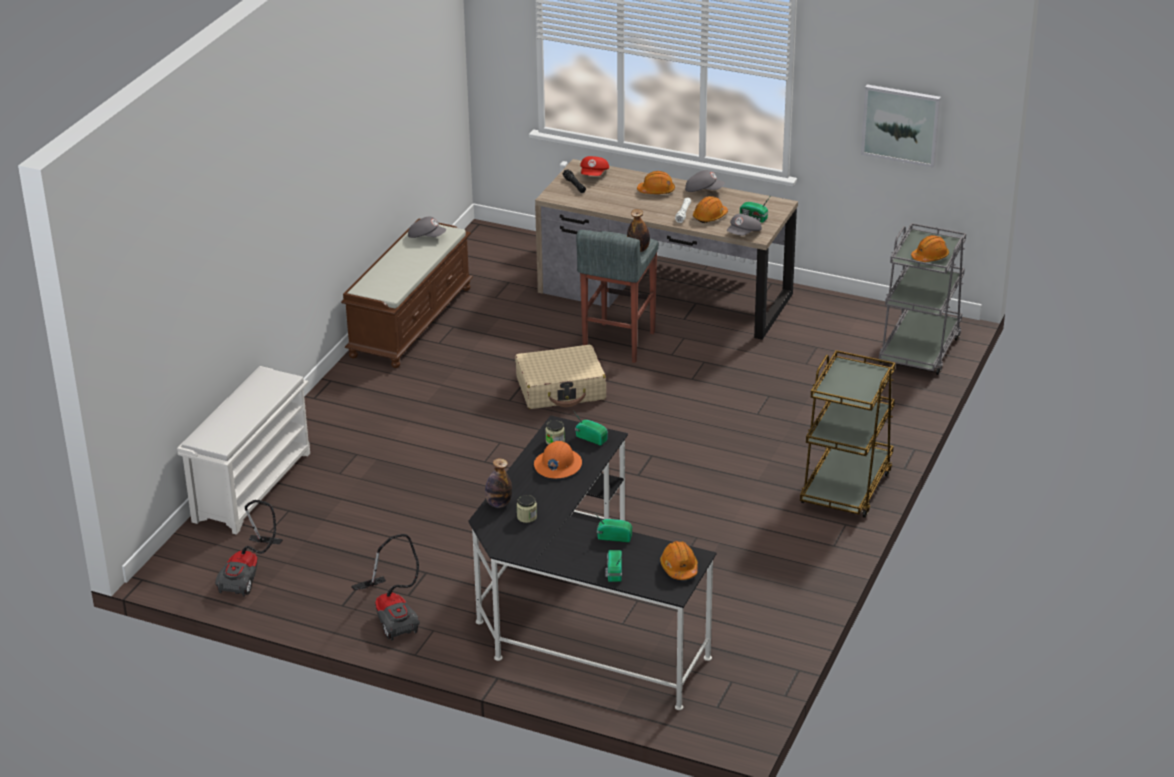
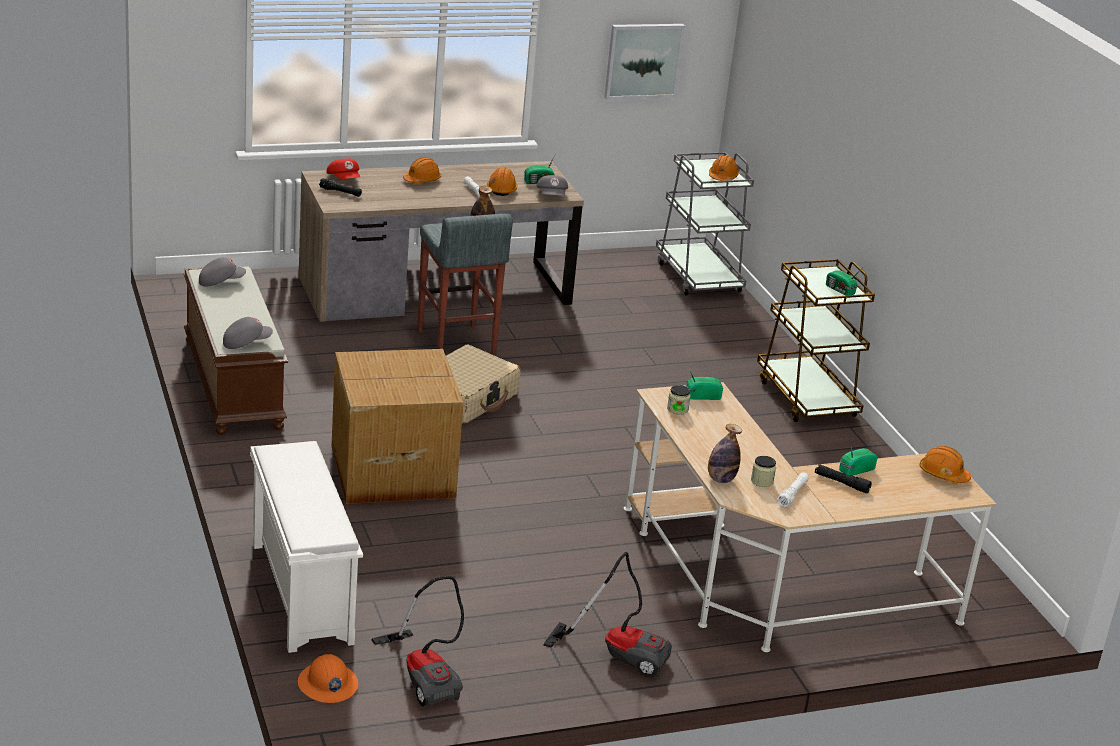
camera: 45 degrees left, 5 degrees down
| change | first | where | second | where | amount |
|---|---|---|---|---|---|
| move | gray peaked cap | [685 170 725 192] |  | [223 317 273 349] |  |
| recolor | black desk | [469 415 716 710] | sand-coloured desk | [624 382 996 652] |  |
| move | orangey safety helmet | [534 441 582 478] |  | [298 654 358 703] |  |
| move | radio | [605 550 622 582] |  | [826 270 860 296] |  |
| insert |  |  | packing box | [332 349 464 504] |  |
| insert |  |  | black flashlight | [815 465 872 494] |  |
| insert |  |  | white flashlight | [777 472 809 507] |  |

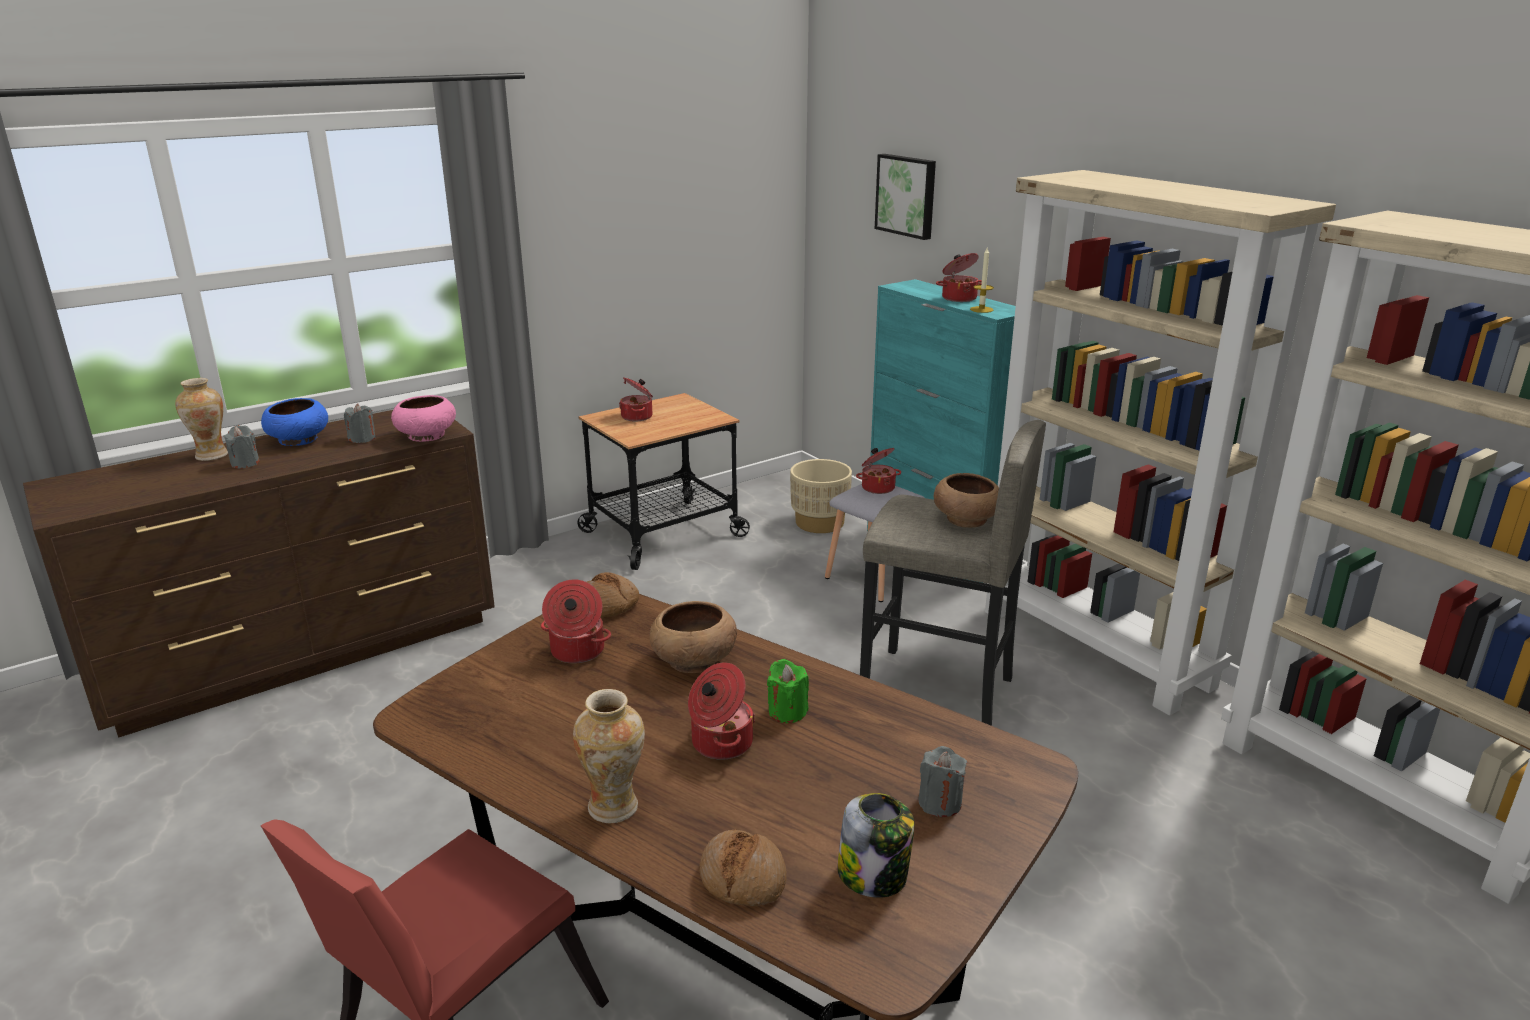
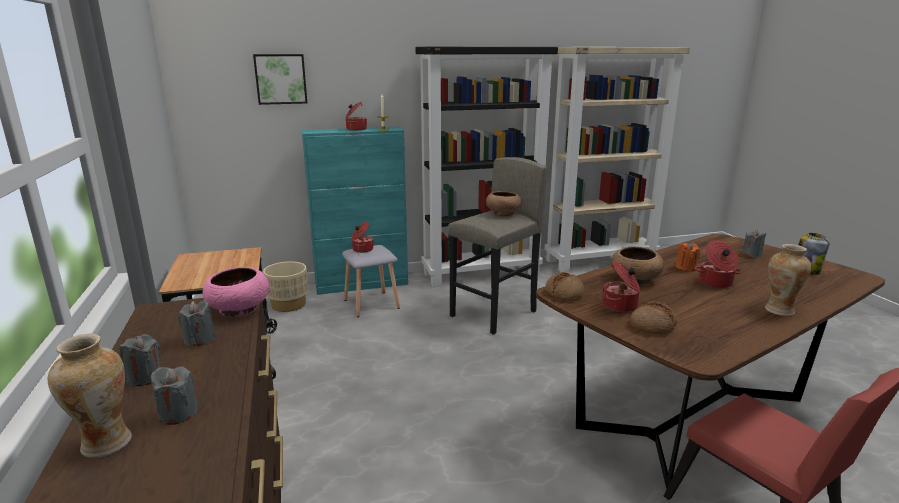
camera: 70 degrees left, 5 degrees down
| change | first | where | second | where | amount |
|---|---|---|---|---|---|
| recolor | sand-coloured bookshelf | [985 170 1336 715] | black bookshelf | [416 47 558 287] |  |
| delete | saucepot | [619 377 653 421] |  |  |  |
| replace | blue-coloured bowl | [261 398 328 446] | gray wax light | [119 334 161 386] |  |
| recolor | green-coloured wax light | [767 659 809 723] | orangey wax light | [675 242 700 271] |  |
| move | bread | [700 829 787 906] |  | [630 301 678 334] |  |

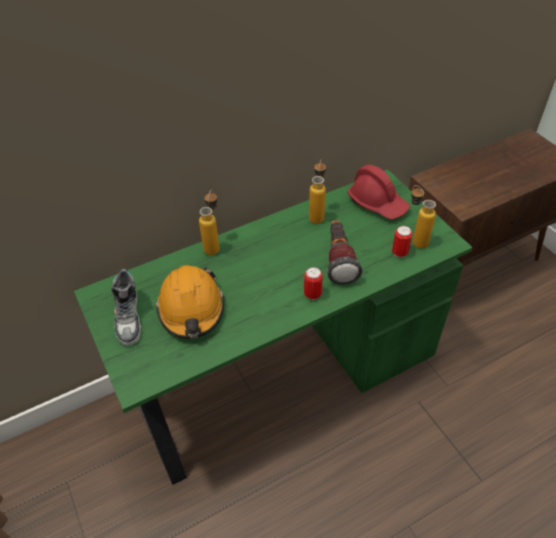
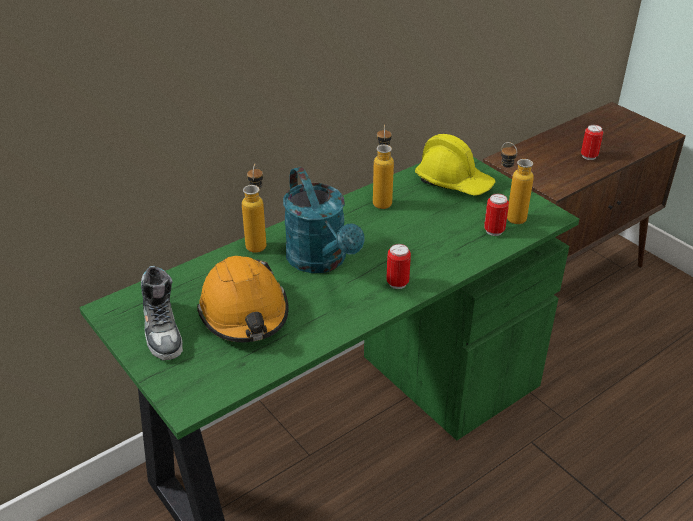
camera: 10 degrees left, 10 degrees down
| change | first | where | second | where | amount |
|---|---|---|---|---|---|
| recolor | red safety helmet | [347 165 410 219] | yellow safety helmet | [415 134 496 196] |  |
| delete | flashlight | [327 220 363 285] |  |  |  |
| insert |  |  | can | [581 125 603 160] |  |
| insert |  |  | turquoise-coloured watering pot | [283 167 364 273] |  |

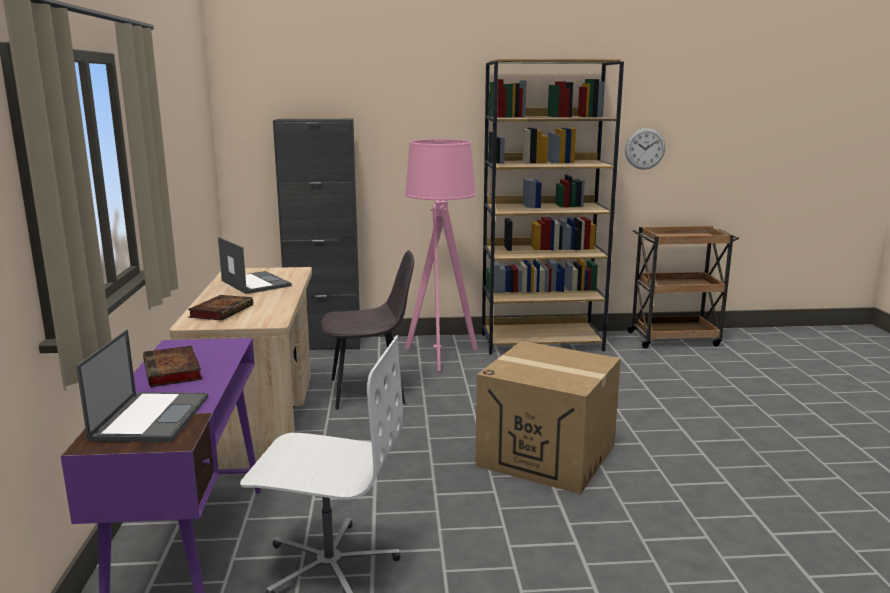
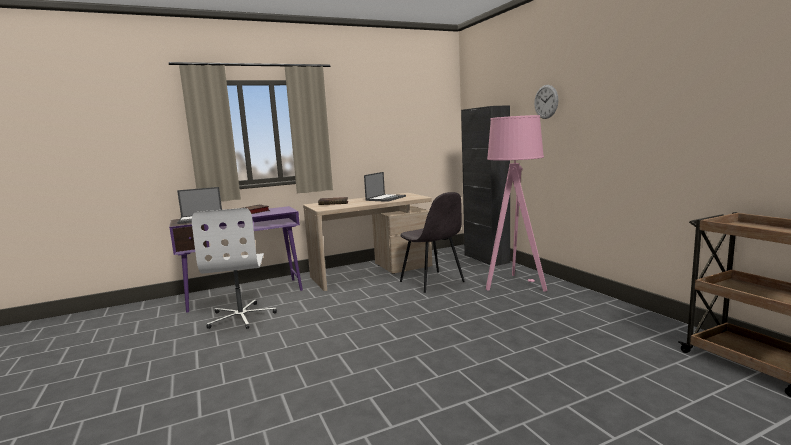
camera: 70 degrees right, 5 degrees down
| change | first | where | second | where | amount |
|---|---|---|---|---|---|
| delete | brown-coloured bookshelf | [482 59 624 354] |  |  |  |
| move | clock on the wall | [625 128 665 170] |  | [534 85 559 119] |  |
| delete | packing box | [475 341 621 494] |  |  |  |

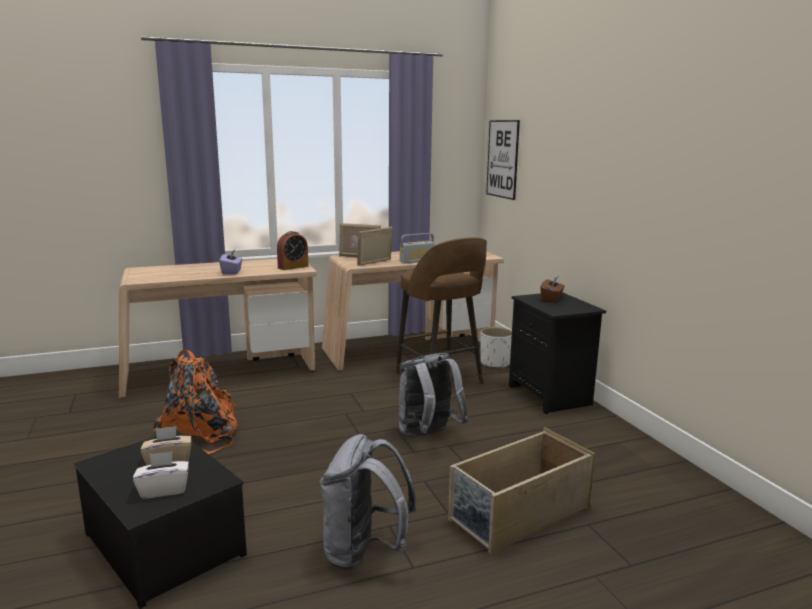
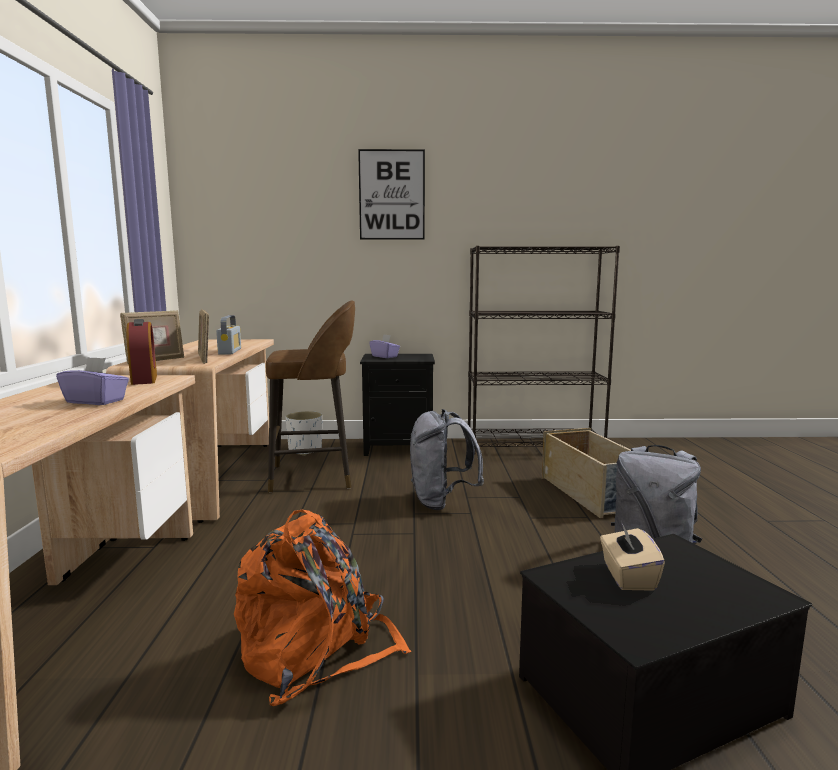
camera: 70 degrees left, 5 degrees down
| change | first | where | second | where | amount |
|---|---|---|---|---|---|
| move | picture | [486 120 520 200] |  | [358 149 425 240] |  |
| recolor | brown-coloured tissue holder | [540 276 565 302] | purplish tissue holder | [369 334 400 358] |  |
| delete | white tissue holder | [133 451 189 499] |  |  |  |
| insert |  |  | black bookshelf | [468 246 620 455] |  |

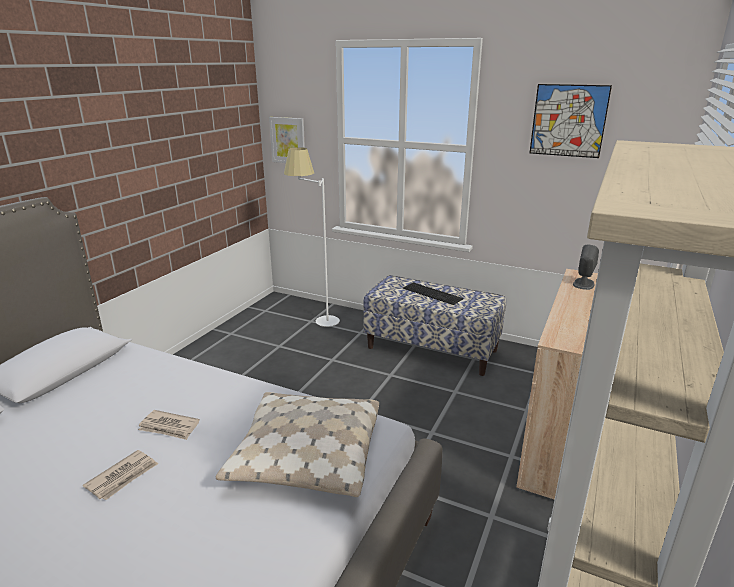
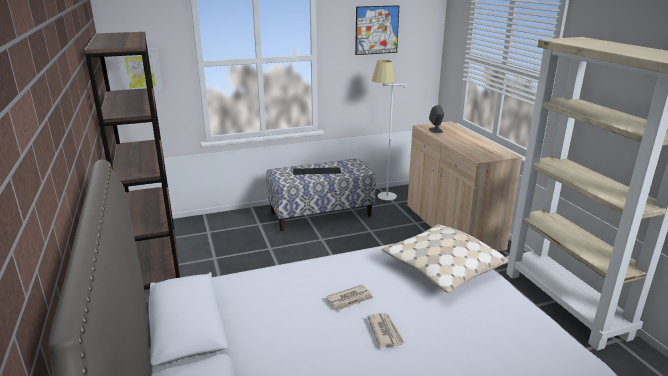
camera: 45 degrees left, 0 degrees up
| change | first | where | second | where | amount |
|---|---|---|---|---|---|
| move | white floor lamp | [284 147 340 327] |  | [372 60 406 200] |  |
| insert |  |  | brown-coloured bookshelf | [84 32 180 290] |  |

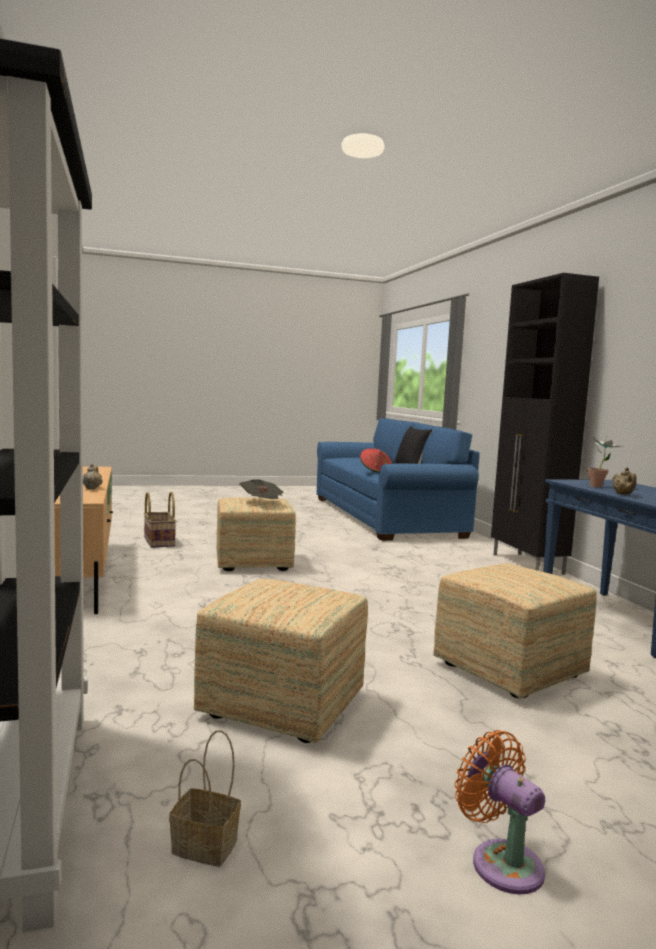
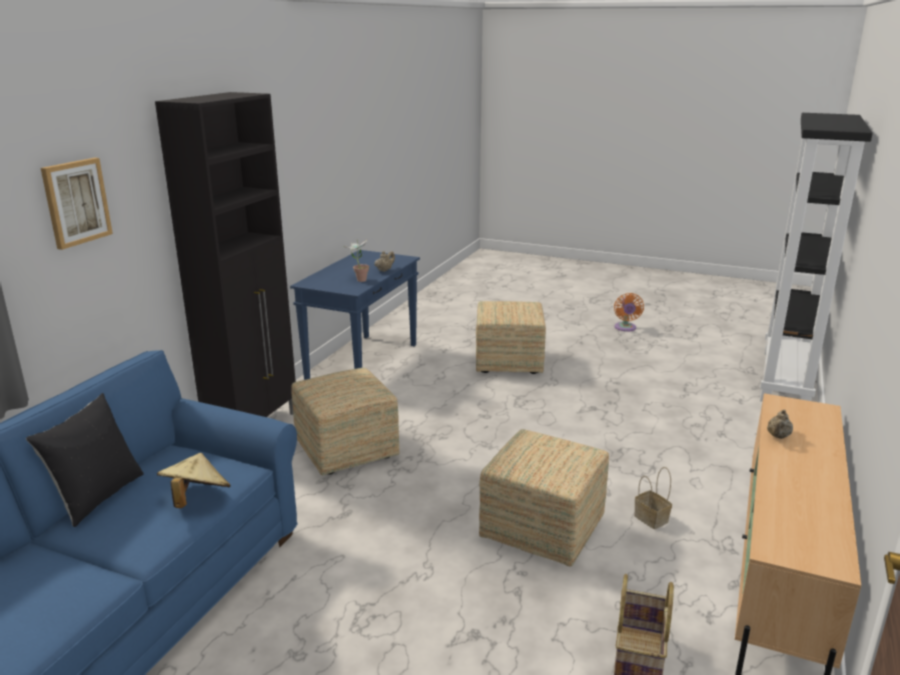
camera: 140 degrees left, 15 degrees up
| change | first | where | second | where | amount |
|---|---|---|---|---|---|
| recolor | red hat | [360 448 392 473] | sand-coloured hat | [157 453 231 508] |  |
| delete | newspaper | [239 479 283 499] |  |  |  |
| move | footrest | [194 579 368 743] |  | [291 368 399 475] |  |
| move | storage basket | [169 730 241 867] |  | [634 467 672 529] |  |
| insert |  |  | picture | [41 158 113 250] |  |

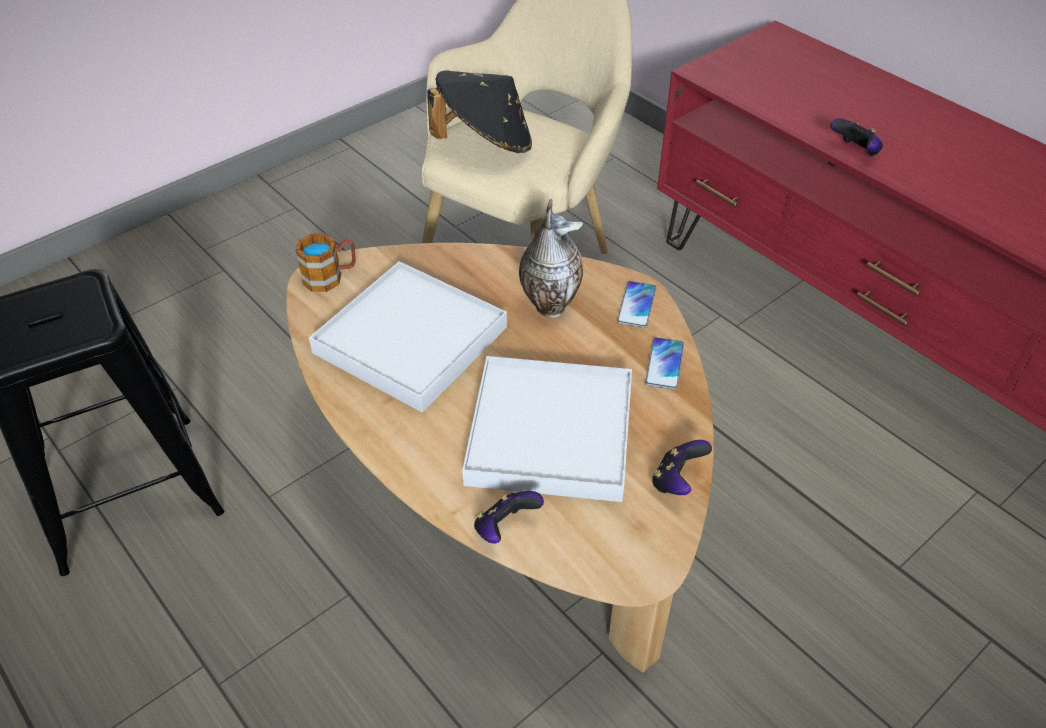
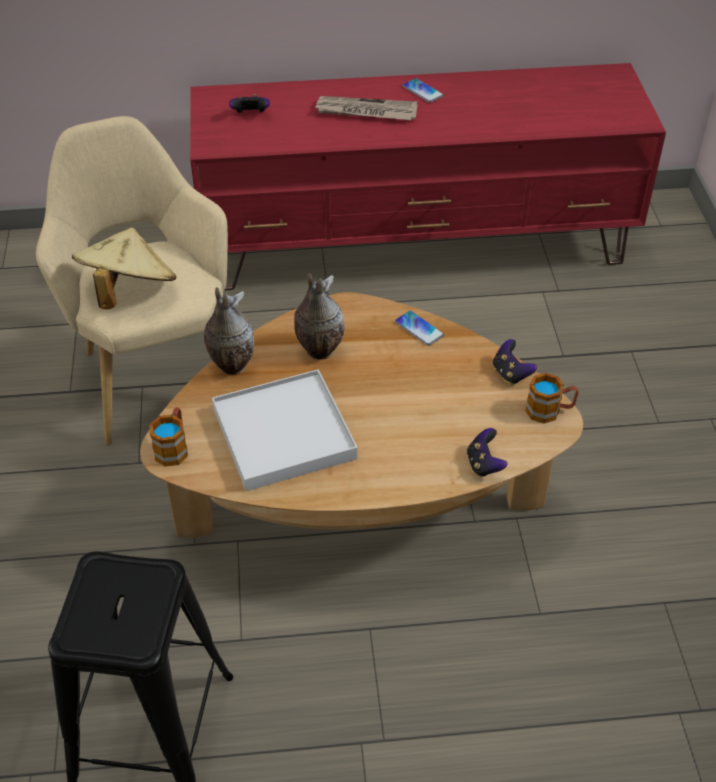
camera: 55 degrees left, 0 degrees up
| change | first | where | second | where | amount |
|---|---|---|---|---|---|
| recolor | black hat | [427 70 532 153] | sand-coloured hat | [72 227 176 310] |  |
| move | gamepad | [830 118 883 156] |  | [229 94 270 113] |  |
| move | telephone | [617 281 656 328] |  | [402 78 444 103] |  |
| delete | white serving tray | [462 356 632 502] |  |  |  |
| insert |  |  | newspaper | [314 96 418 120] |  |
| insert |  |  | vase | [204 287 254 375] |  |
| insert |  |  | mug | [526 373 579 424] |  |

